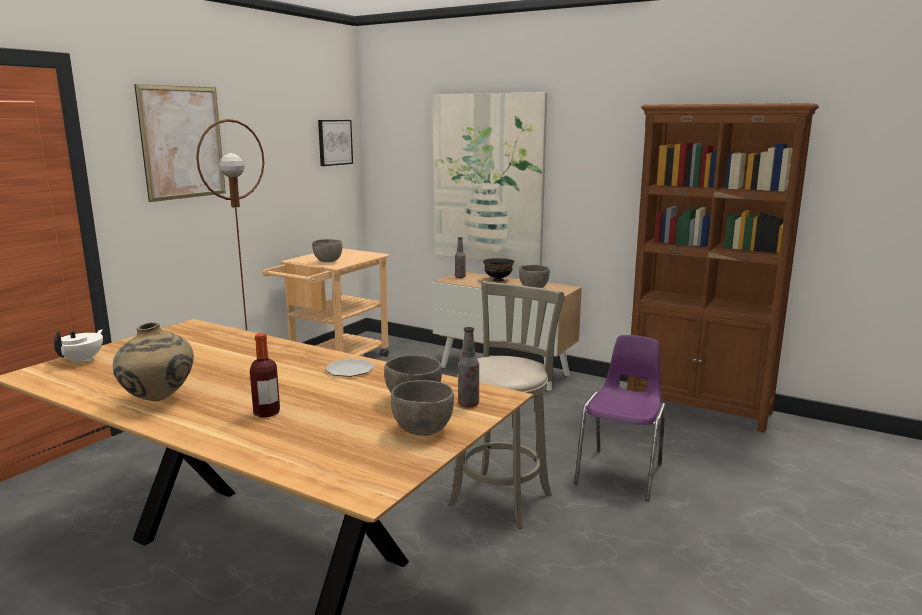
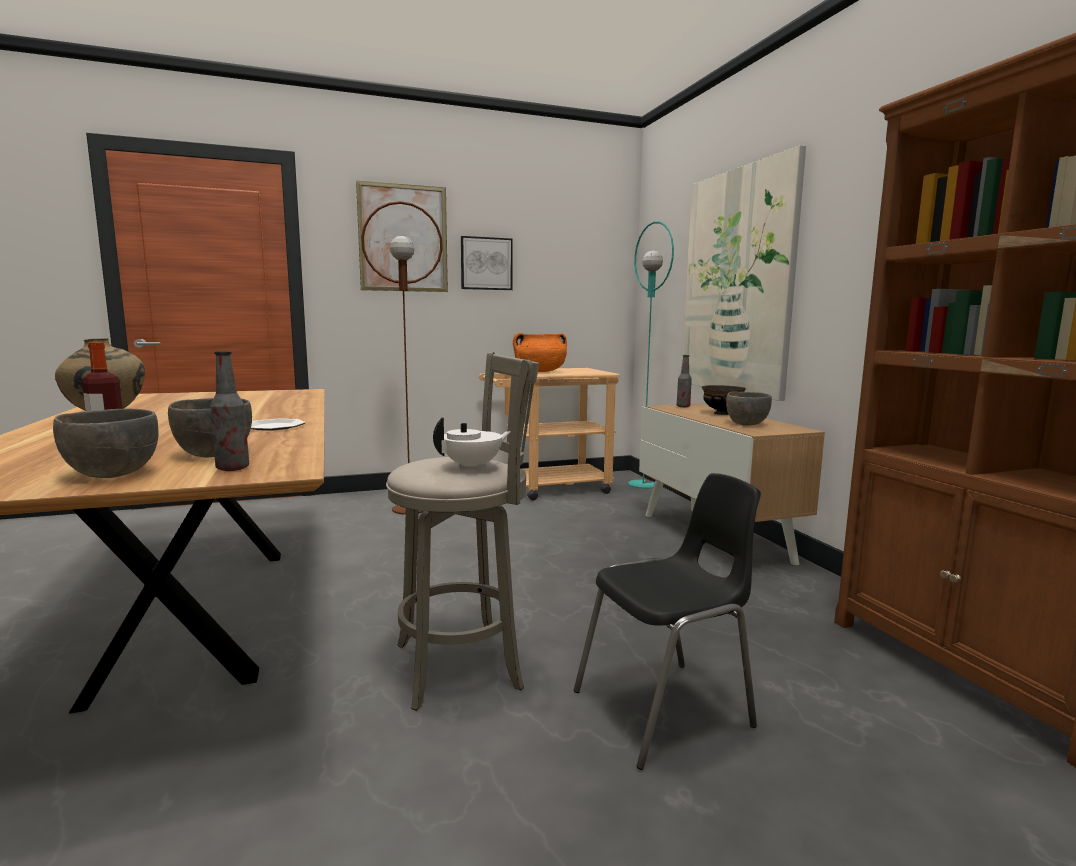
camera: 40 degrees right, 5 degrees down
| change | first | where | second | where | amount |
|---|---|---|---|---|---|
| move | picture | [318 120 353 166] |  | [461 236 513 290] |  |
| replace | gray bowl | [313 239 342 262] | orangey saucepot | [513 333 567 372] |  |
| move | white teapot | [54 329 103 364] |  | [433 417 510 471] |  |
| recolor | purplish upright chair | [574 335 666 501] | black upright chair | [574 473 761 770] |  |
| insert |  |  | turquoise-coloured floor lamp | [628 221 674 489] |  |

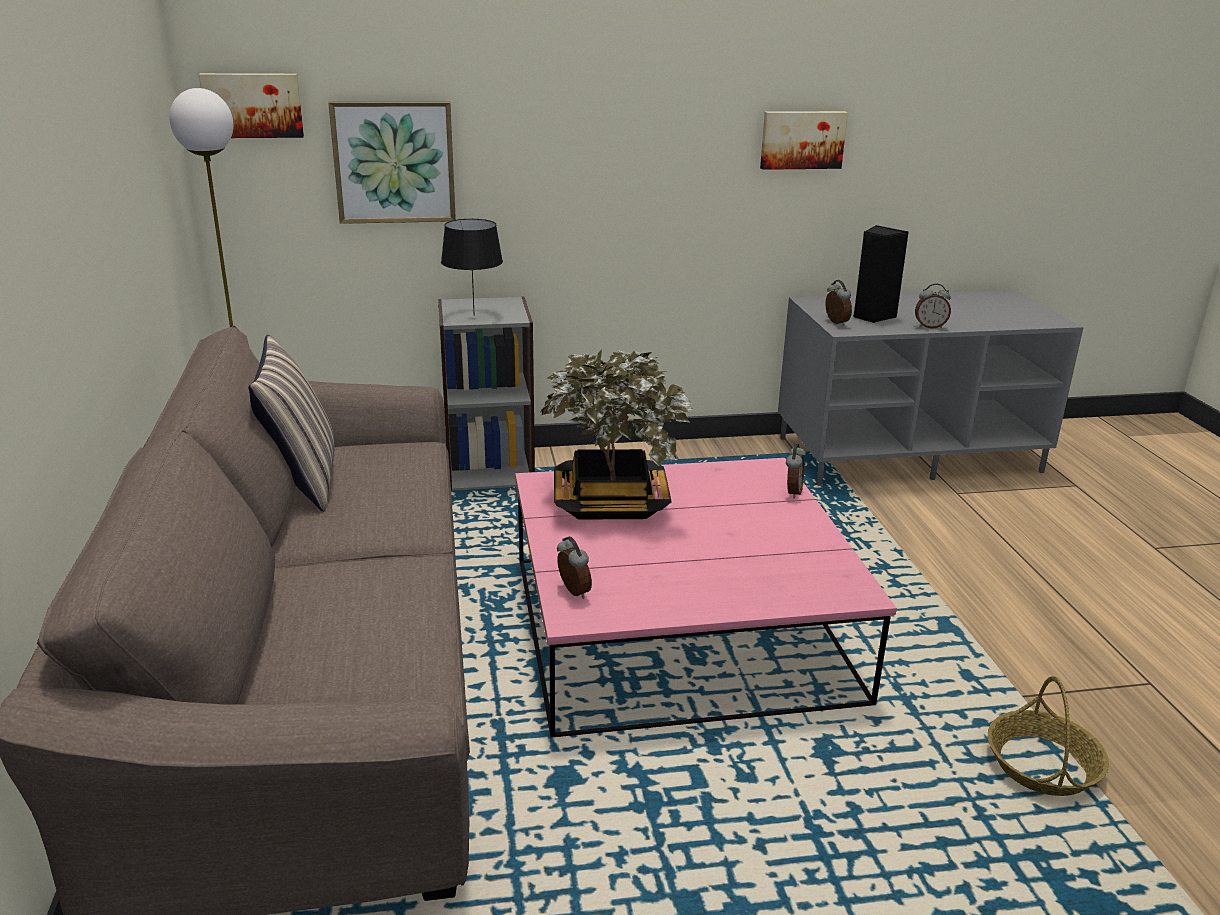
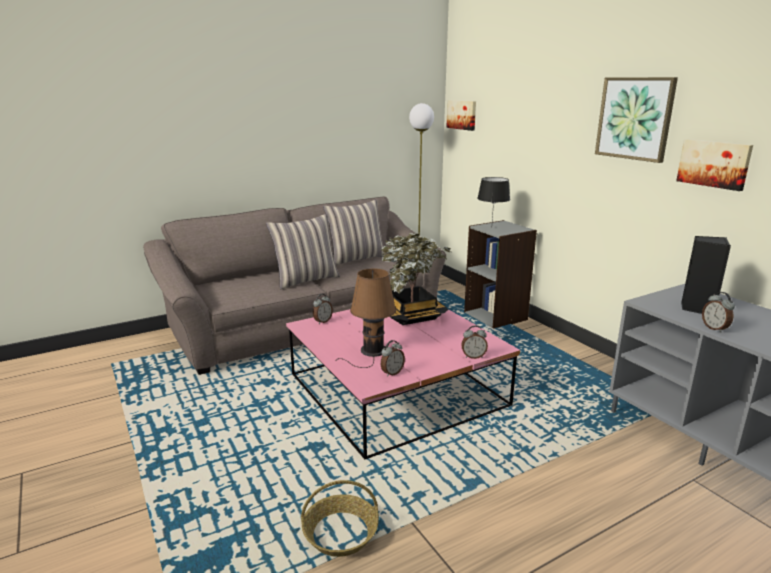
camera: 70 degrees right, 5 degrees down
| change | first | where | second | where | amount |
|---|---|---|---|---|---|
| move | picture | [328 101 456 224] |  | [595 77 678 163] |  |
| move | alarm clock | [825 280 852 326] |  | [381 340 405 377] |  |
| insert |  |  | throw pillow | [266 214 340 289] |  |
| insert |  |  | brown-coloured lamp for a table | [335 268 396 368] |  |

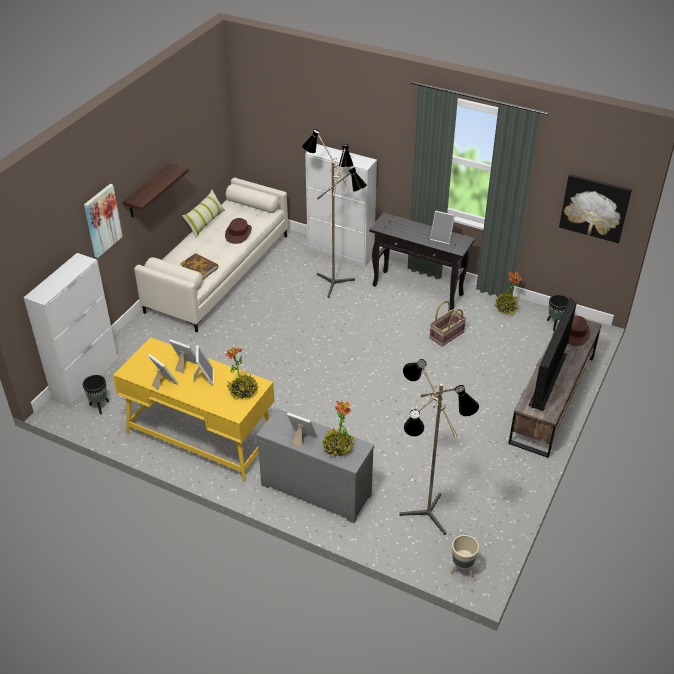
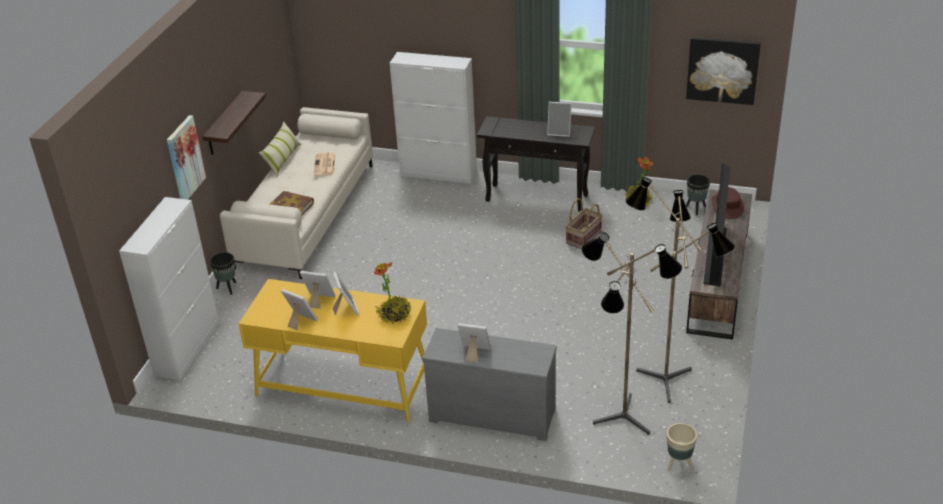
camera: 10 degrees left, 5 degrees down
| change | first | where | second | where | amount |
|---|---|---|---|---|---|
| move | floor lamp | [302 129 367 298] |  | [625 177 735 403] |  |
| replace | brown-coloured hat | [225 218 252 244] | newspaper | [314 152 336 176] |  |
| move | black plant pot | [83 375 109 415] |  | [209 252 236 295] |  |
| delete | plant in a pot | [322 401 355 456] |  |  |  |

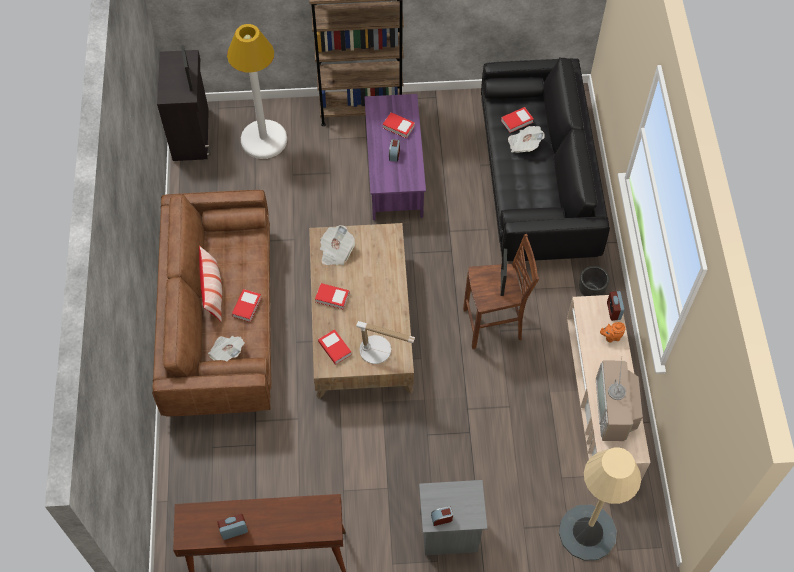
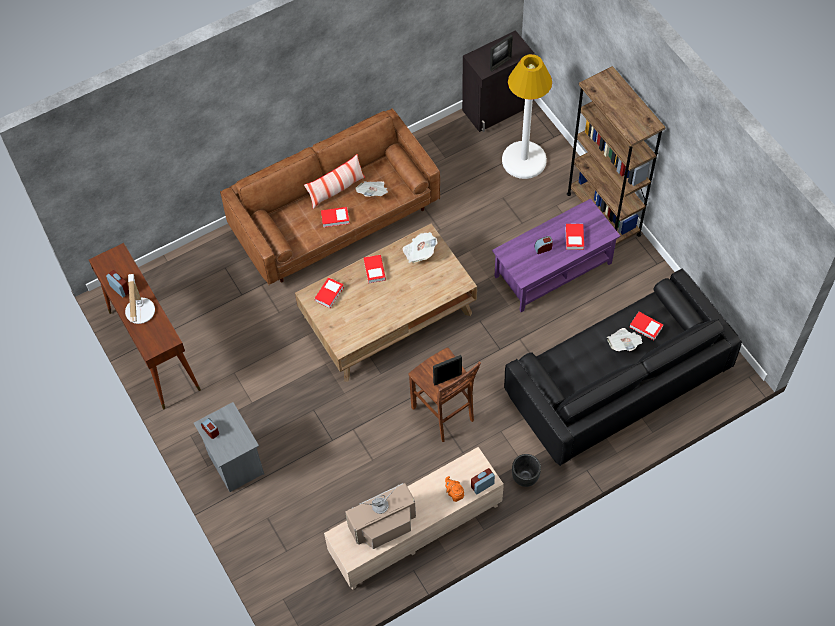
camera: 65 degrees right, 0 degrees up
| change | first | where | second | where | amount |
|---|---|---|---|---|---|
| move | lamp for a table | [356 321 415 364] |  | [125 274 155 324] |  |
| move | newspaper | [208 336 245 361] |  | [355 181 388 197] |  |
| delete | sand-coloured floor lamp | [559 448 641 561] |  |  |  |

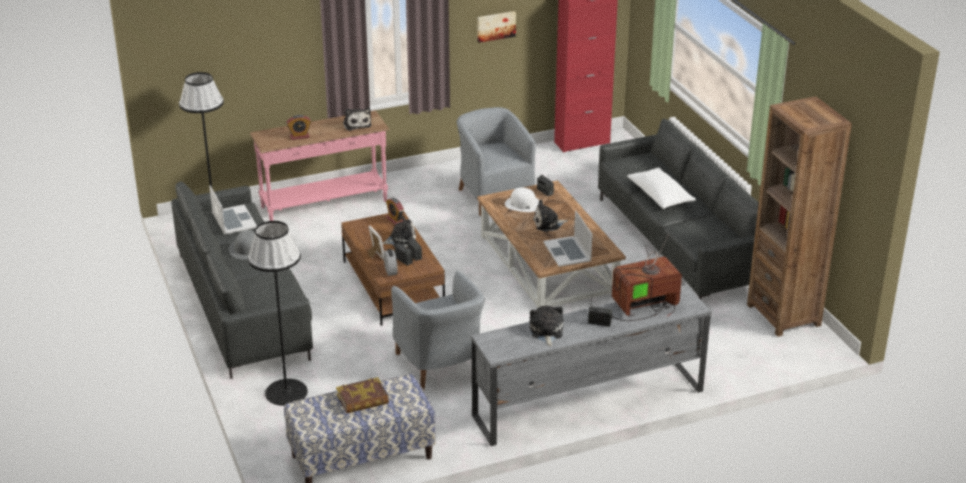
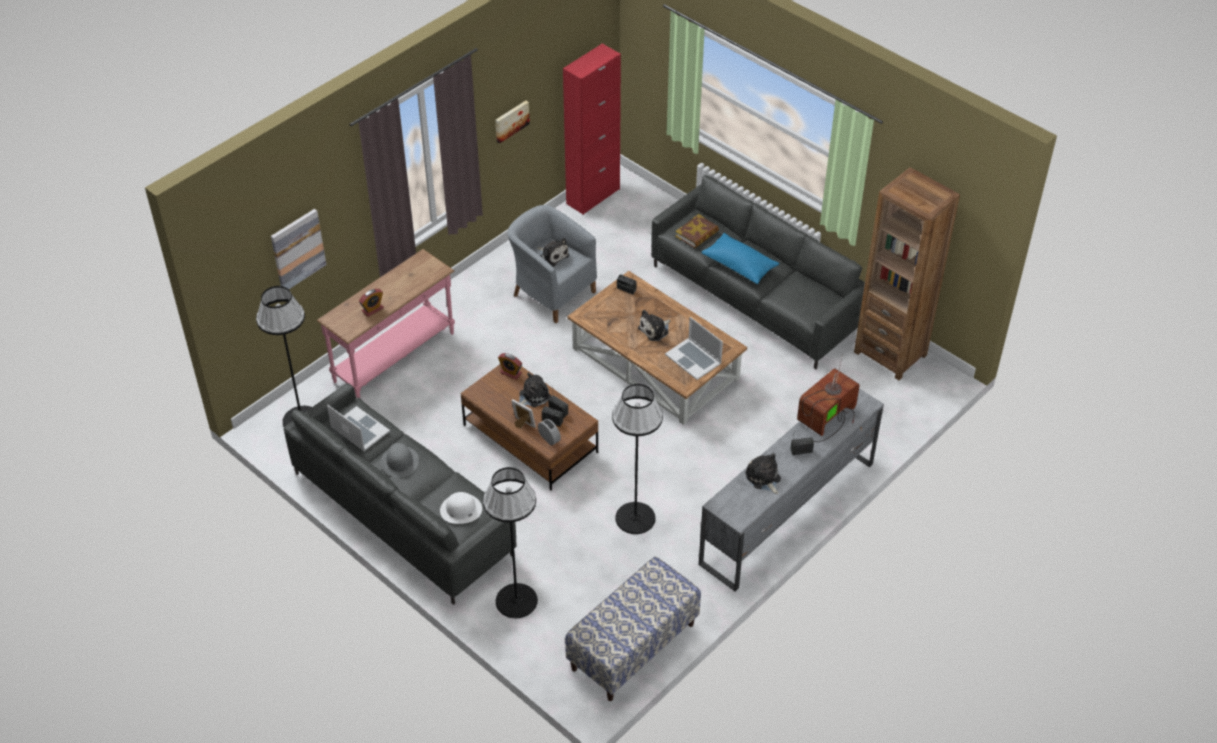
camera: 25 degrees left, 15 degrees up
| change | first | where | second | where | amount |
|---|---|---|---|---|---|
| move | soft toy | [343 107 371 131] |  | [537 238 569 267] |  |
| recolor | white throw pillow | [627 167 696 209] | blue-coloured throw pillow | [701 233 780 284] |  |
| move | white hat | [505 188 539 212] |  | [440 492 482 524] |  |
| replace | gray easy chair | [391 271 485 390] | black floor lamp | [612 384 663 534] |  |
| move | volume | [336 377 389 413] |  | [675 214 719 248] |  |
| insert |  |  | picture | [271 209 327 289] |  |

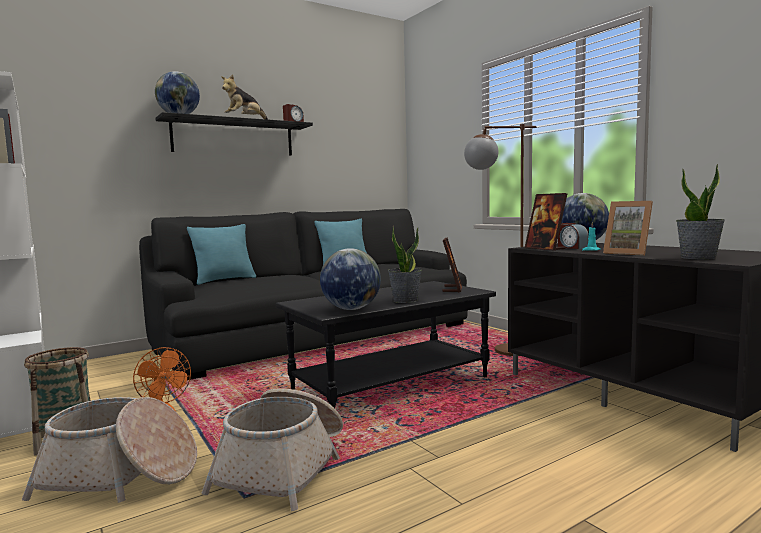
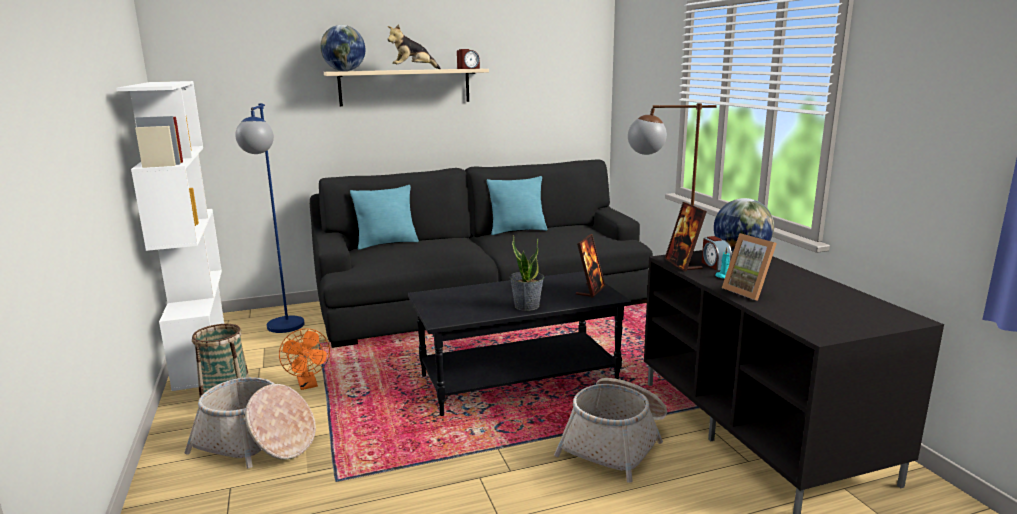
camera: 15 degrees right, 10 degrees up
| change | first | where | second | where | amount |
|---|---|---|---|---|---|
| recolor | black shelf | [155 112 313 156] | sand-coloured shelf | [324 69 489 106] |  |
| delete | plant in a pot | [676 164 725 260] |  |  |  |
| delete | desk globe | [320 248 381 310] |  |  |  |
| move | storage basket | [202 388 343 511] |  | [554 378 667 483] |  |
| insert |  |  | blue-coloured floor lamp | [235 103 305 333] |  |

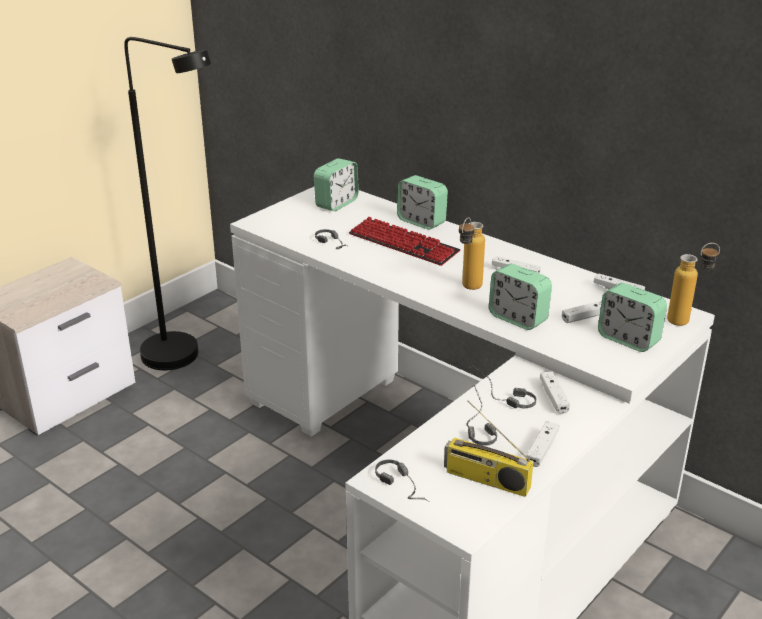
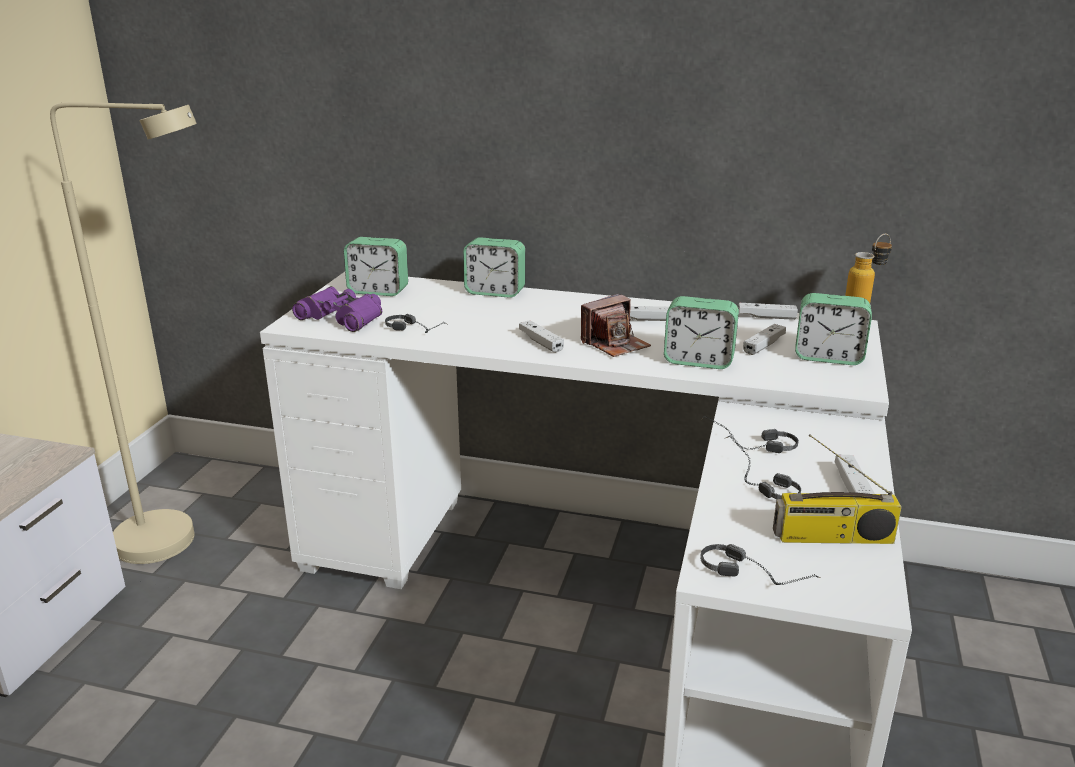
camera: 25 degrees left, 5 degrees down
| change | first | where | second | where | amount |
|---|---|---|---|---|---|
| recolor | black floor lamp | [124 37 211 370] | sand-coloured floor lamp | [50 102 197 564] |  |
| rotate | alarm clock | [314 158 359 211] |  | [344 237 408 296] | 90 degrees clockwise |
| delete | keyboard | [349 217 460 266] |  |  |  |
| replace | beverage bottle | [459 217 485 290] | still camera | [581 294 651 357] |  |
| move | white gamepad | [540 372 570 414] |  | [519 320 564 353] |  |
| insert |  |  | purplish field glasses | [292 286 382 332] |  |

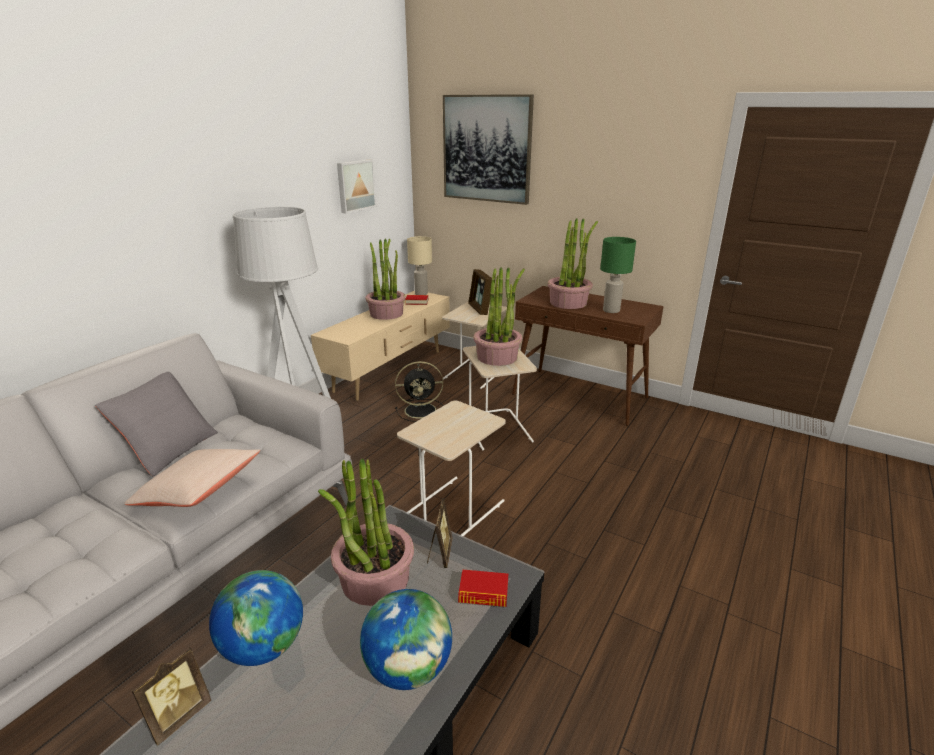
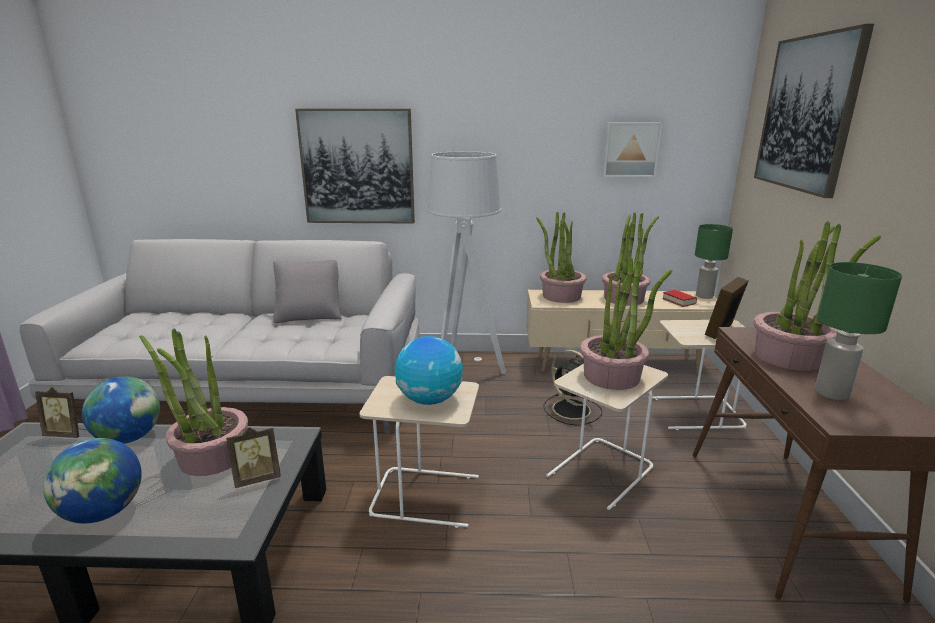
camera: 60 degrees right, 5 degrees down
| change | first | where | second | where | amount |
|---|---|---|---|---|---|
| recolor | sand-coloured lamp for a table | [407 236 432 295] | green-coloured lamp for a table | [695 224 733 299] |  |
| delete | sand-coloured throw pillow | [124 449 260 507] |  |  |  |
| delete | volume | [458 569 508 607] |  |  |  |
| insert |  |  | picture | [295 109 415 224] |  |
| insert |  |  | plant in a pot | [536 212 587 303] |  |
| insert |  |  | desk globe | [395 336 463 405] |  |

